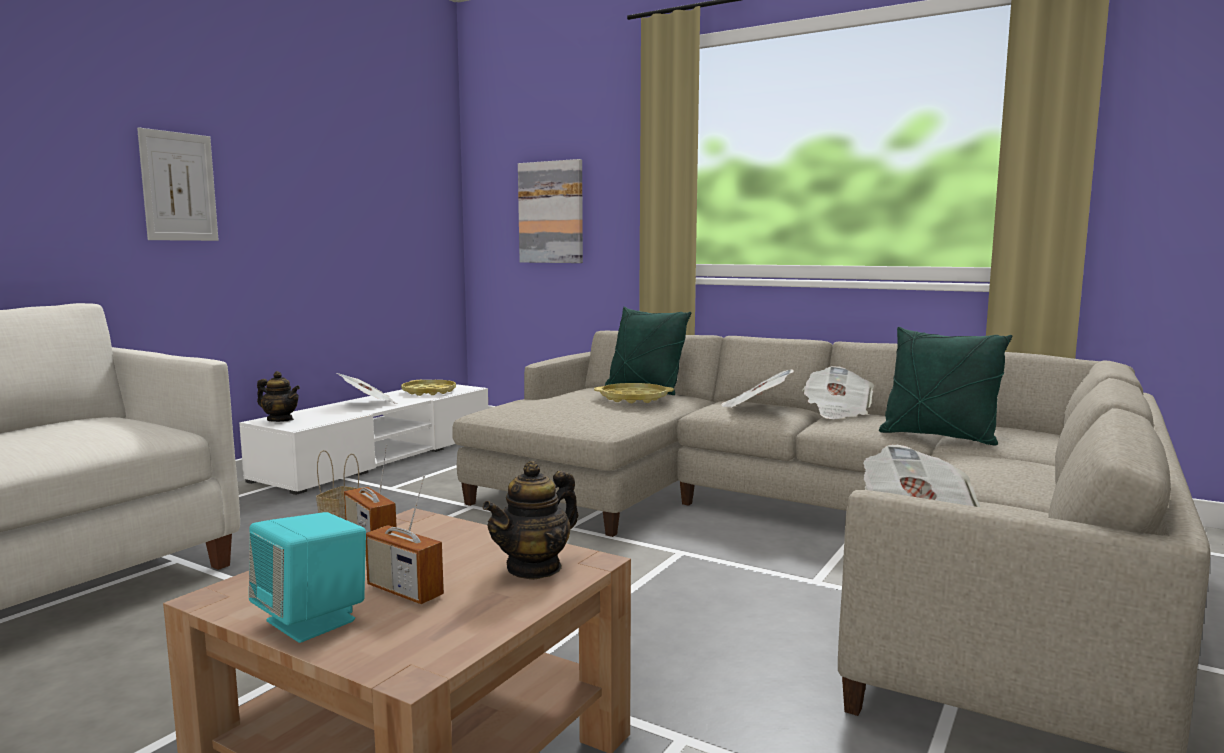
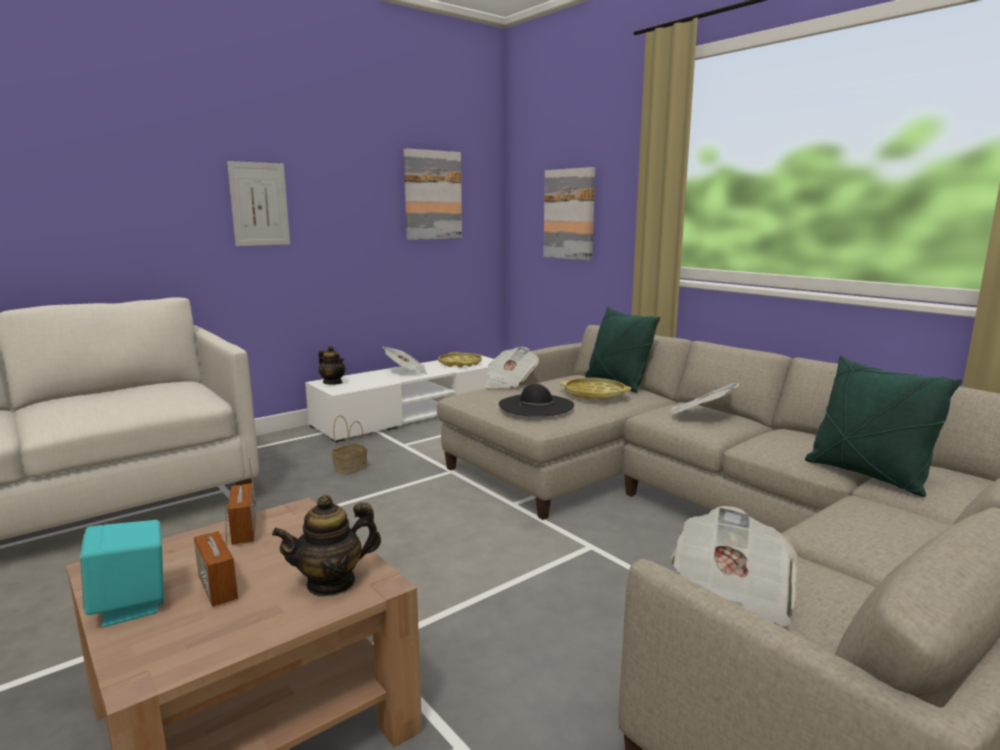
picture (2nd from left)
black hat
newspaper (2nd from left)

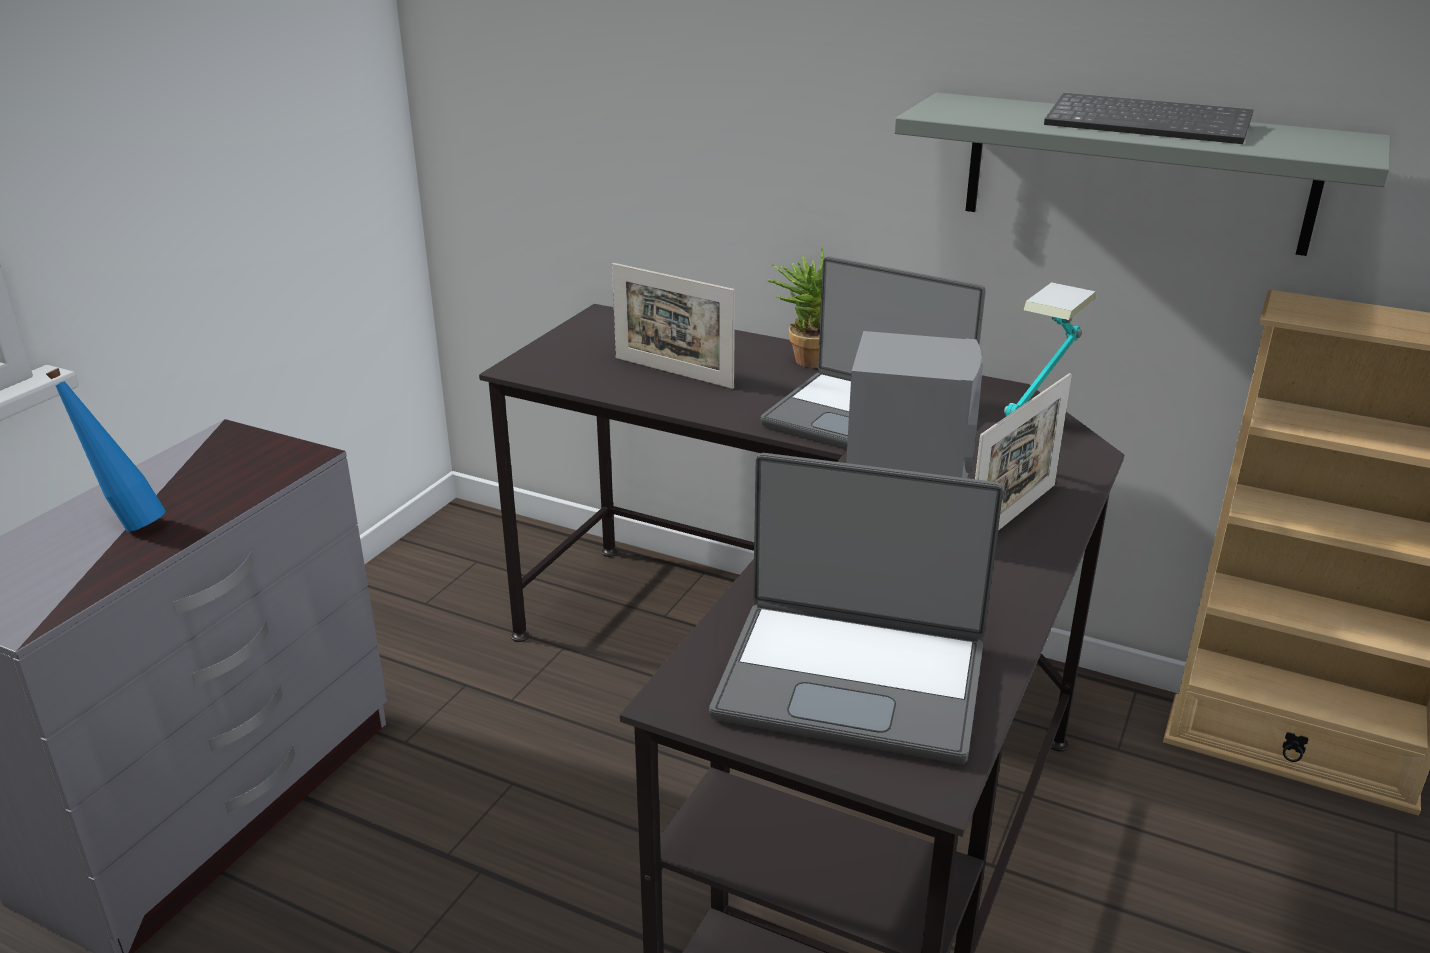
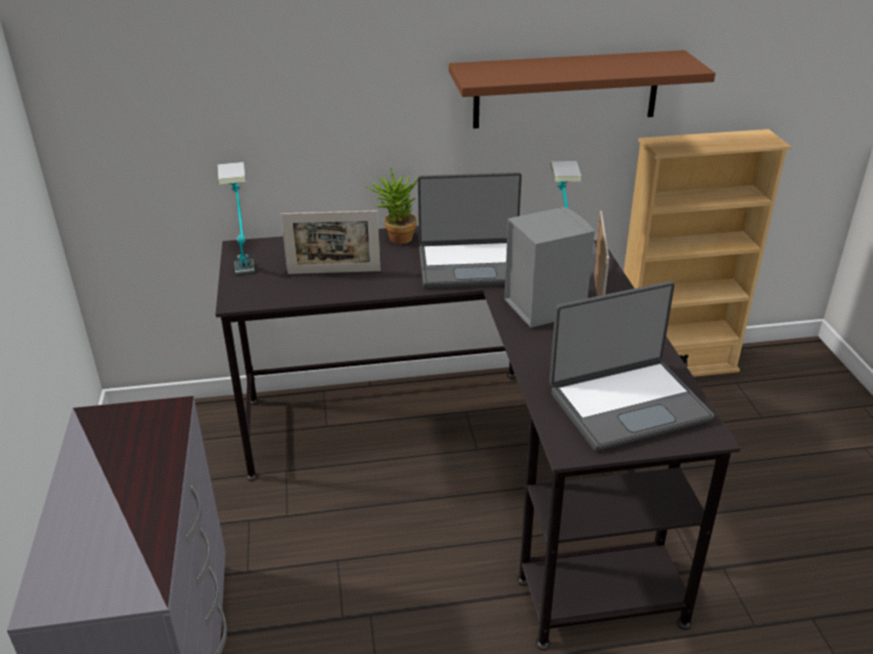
blue bottle
keyboard
table lamp (1st from left)
brown shelf

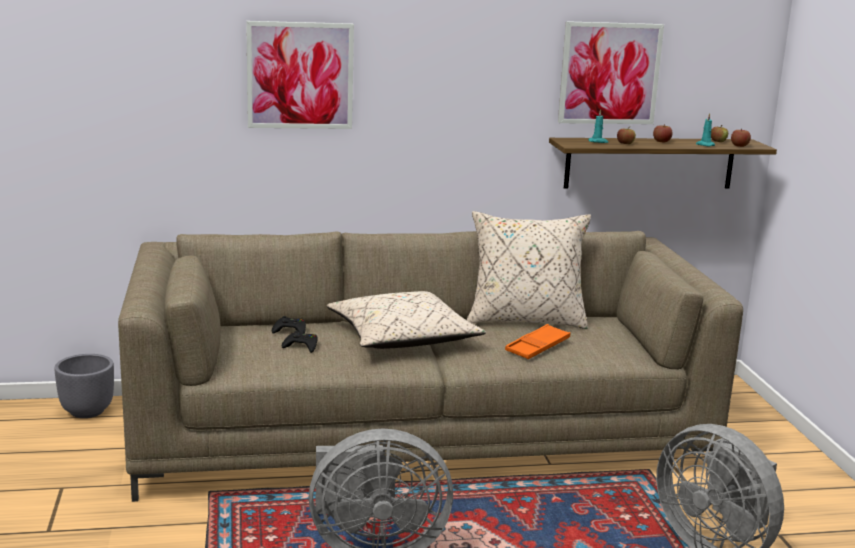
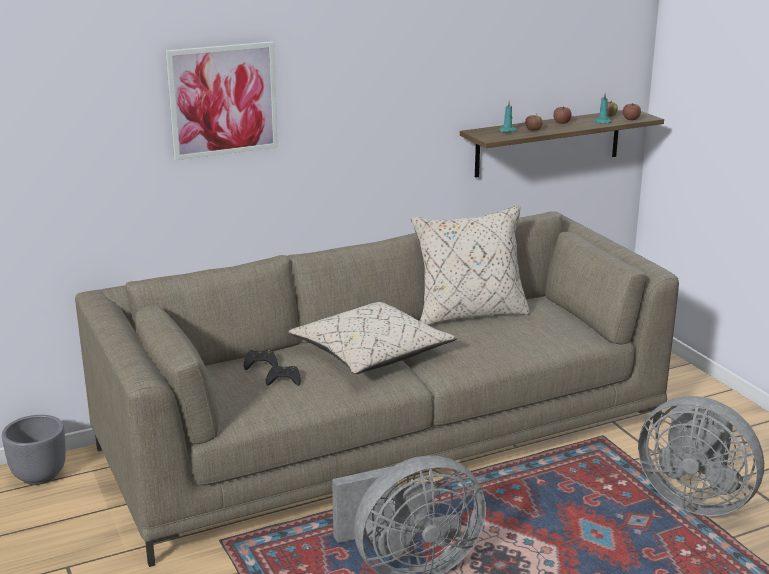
orange tray
picture (2nd from left in the first image)

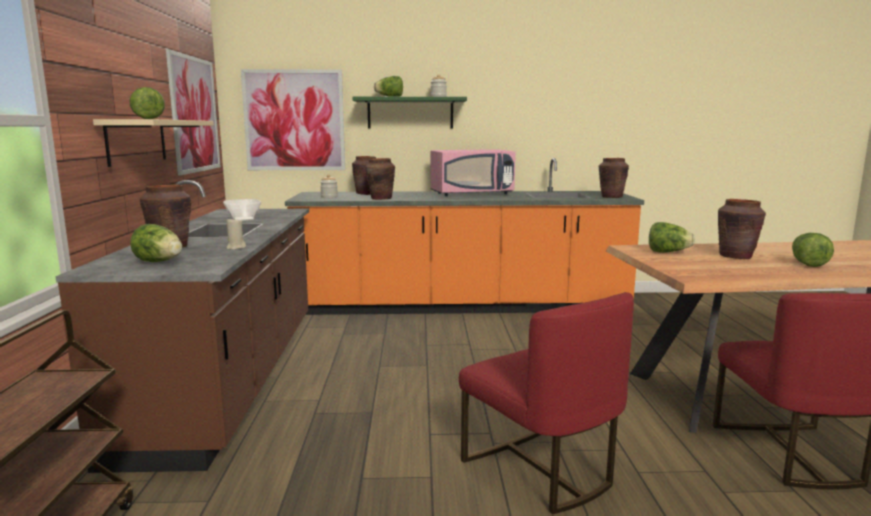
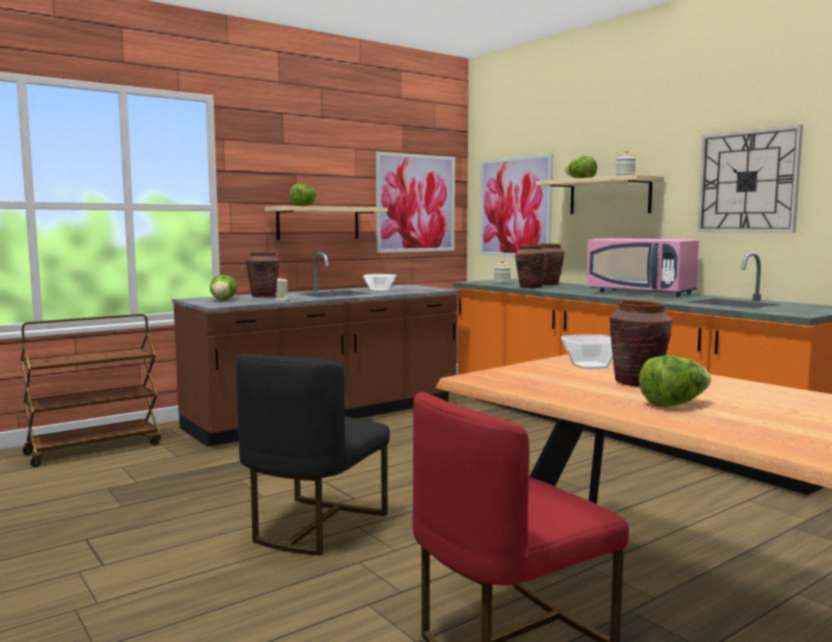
brown vase (4th from left in the first image)
wall clock
bowl (2nd from left)
beige shelf (2nd from left)
black chair

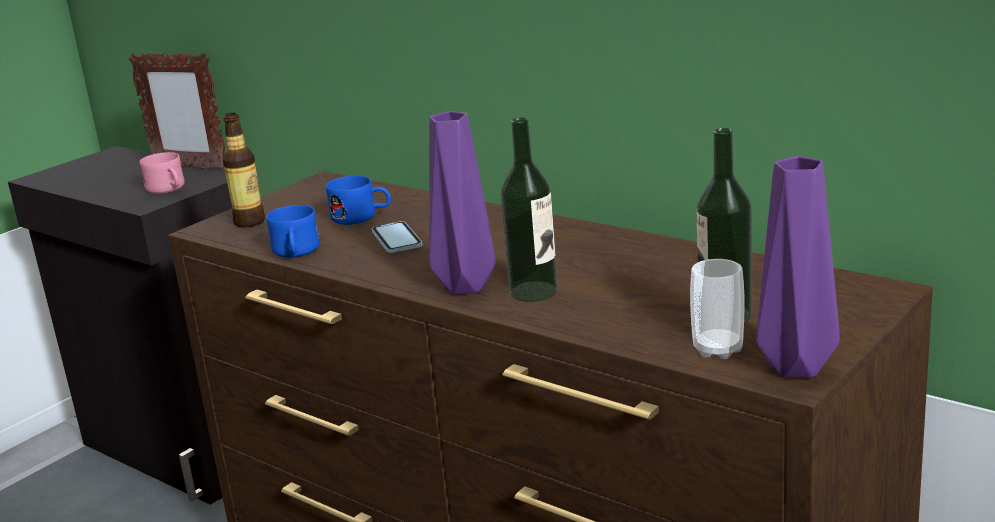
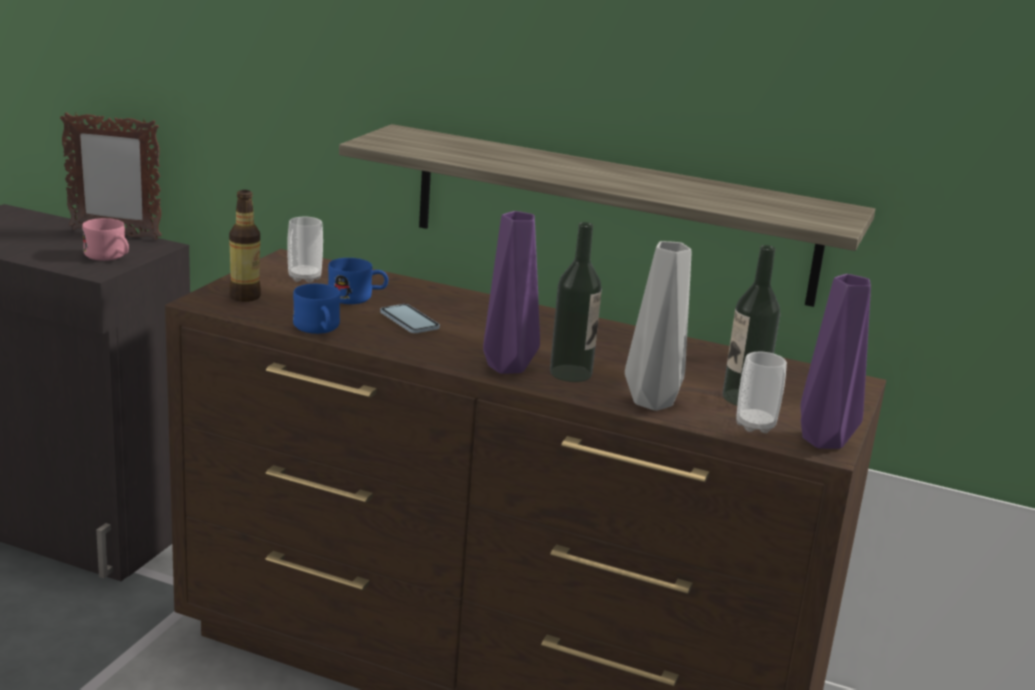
cup (1st from left)
shelf
grey vase

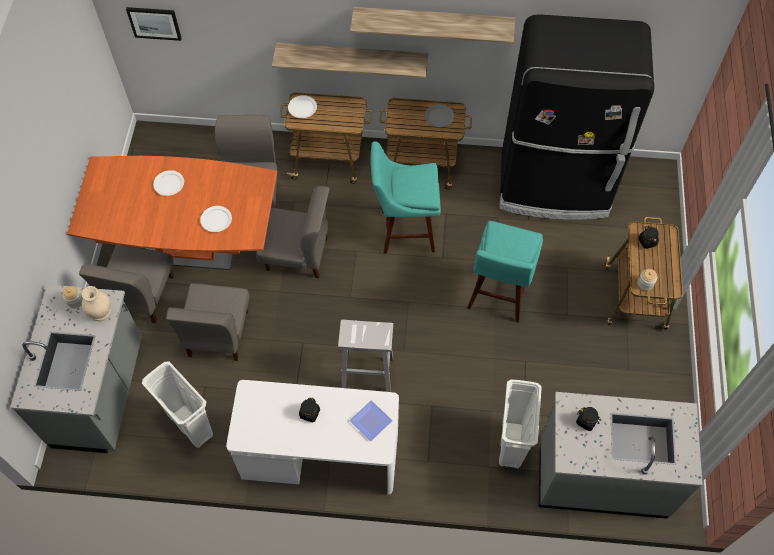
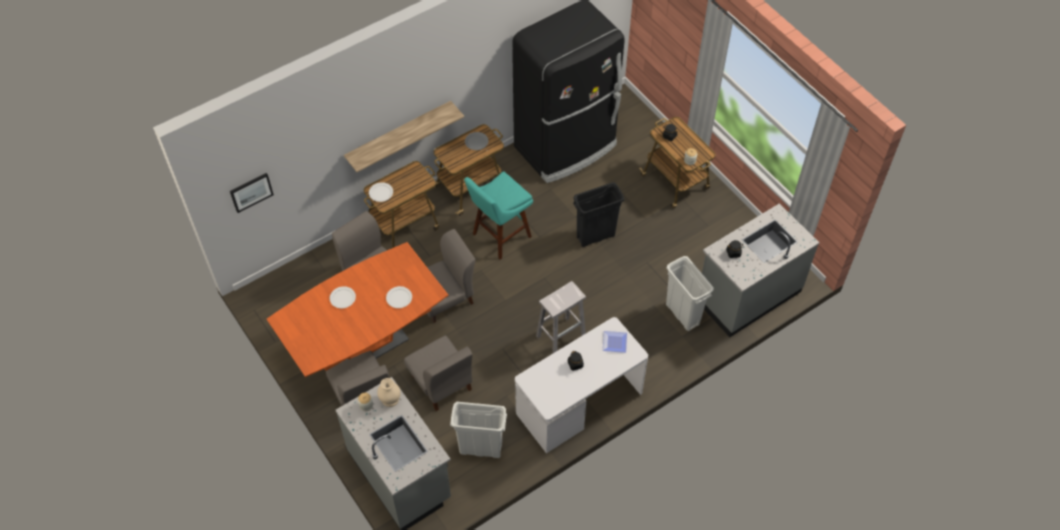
shelf (2nd from left in the first image)
black trash can

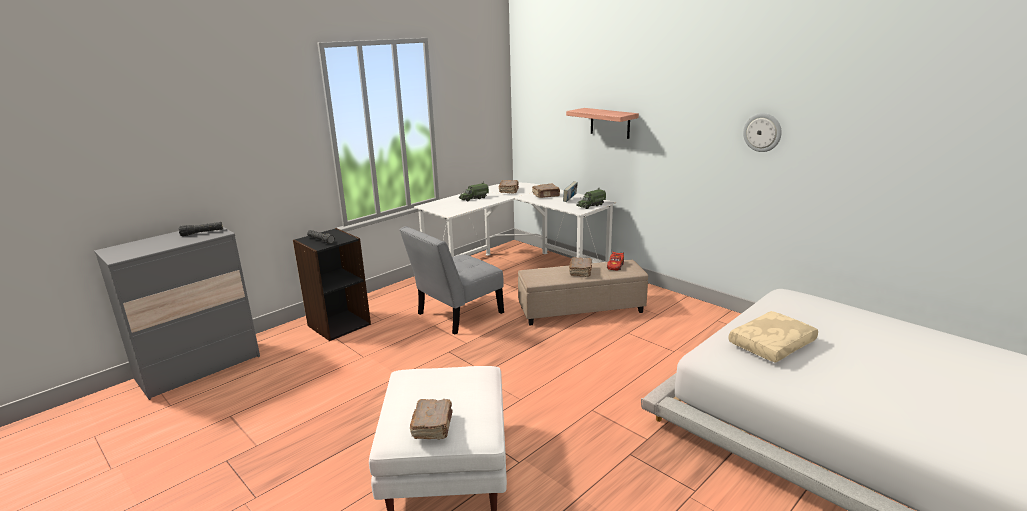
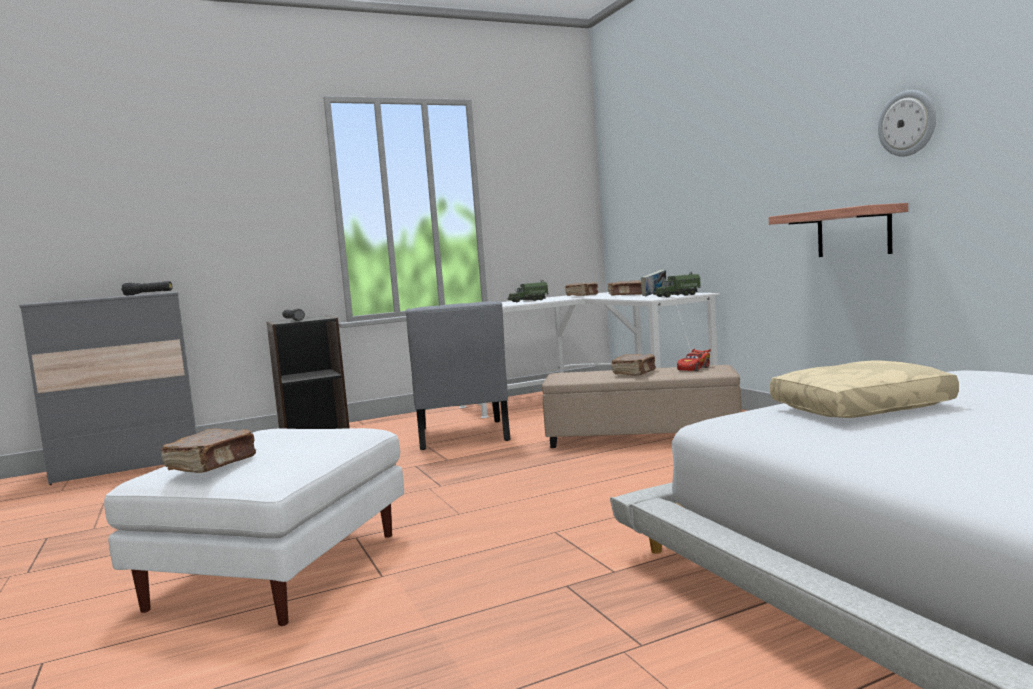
shelf
grey chair

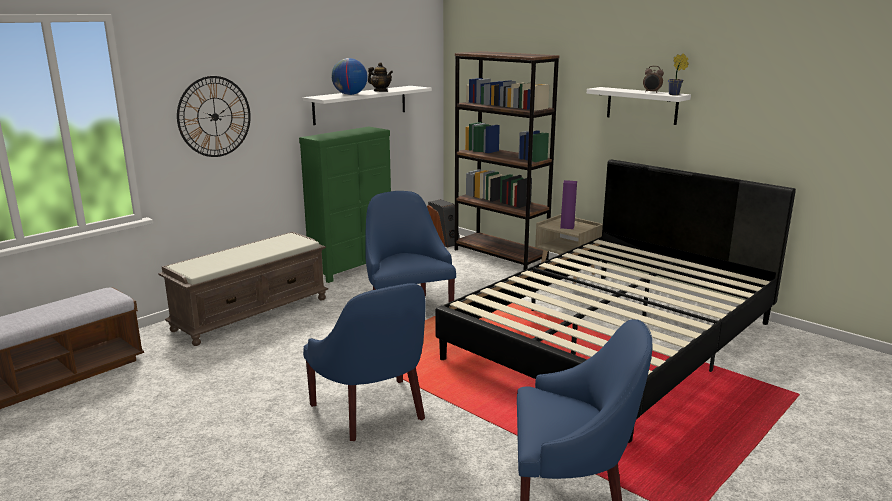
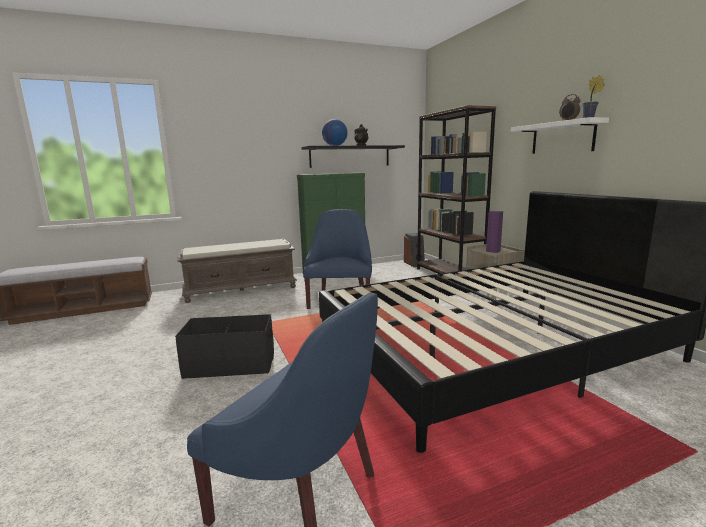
wall clock
black storage box
black shelf

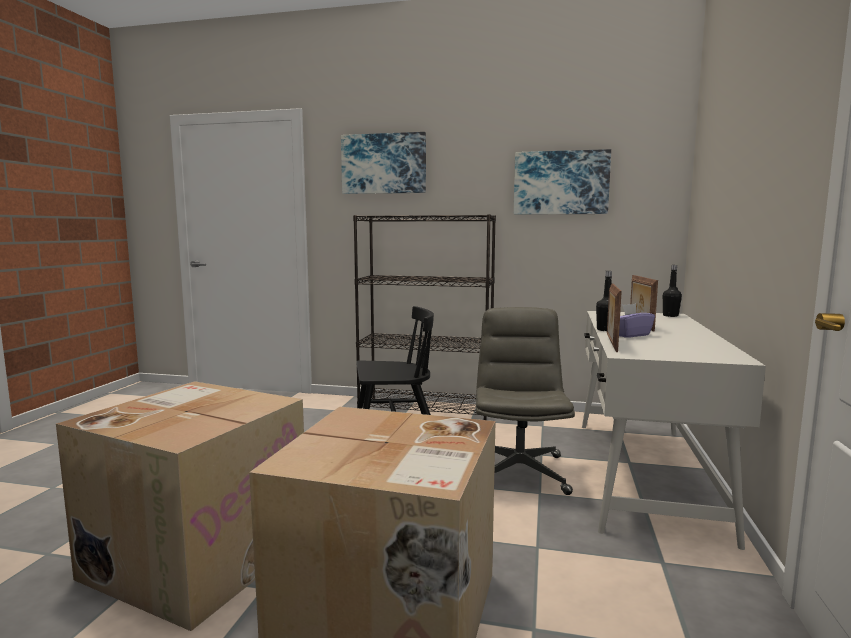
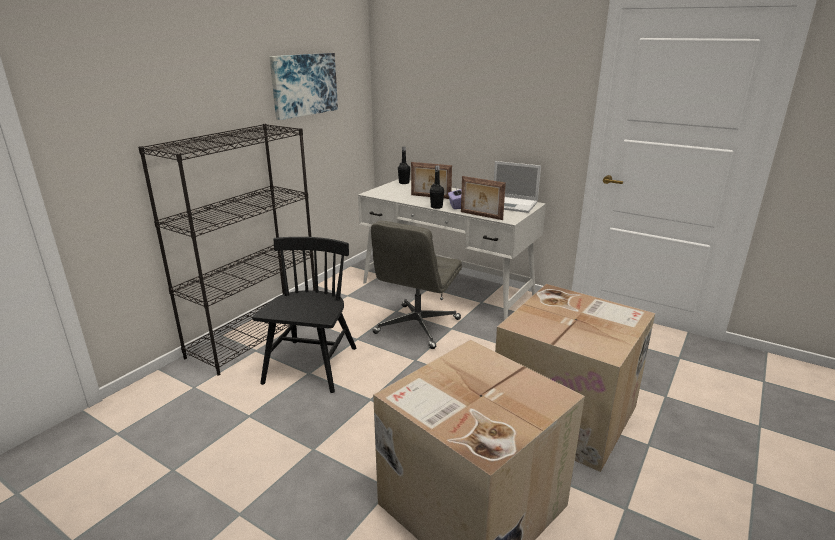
picture (1st from left in the first image)
laptop
grey office chair

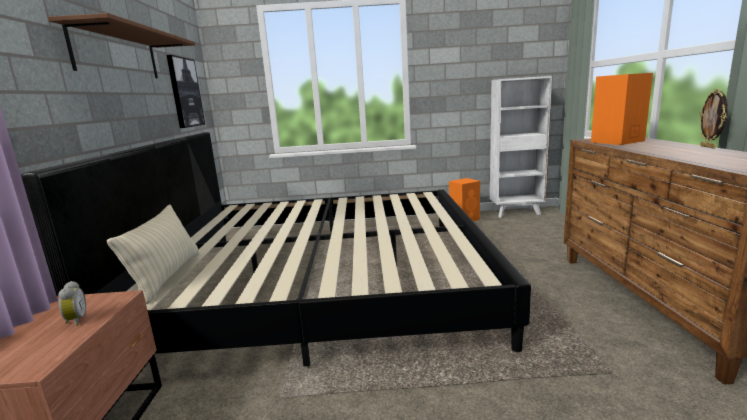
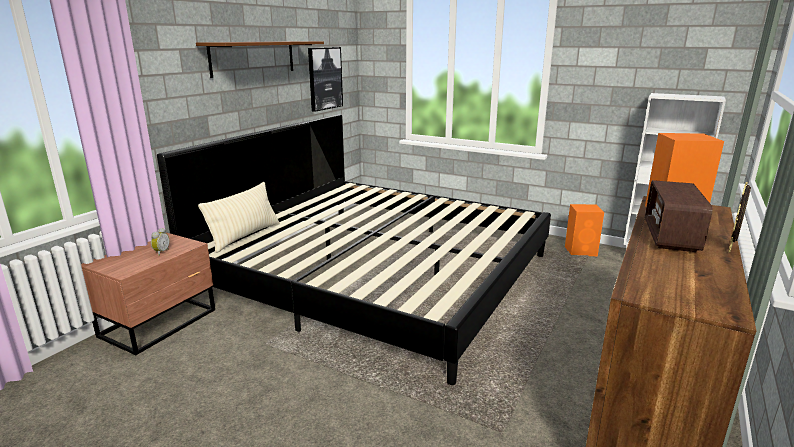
radio

